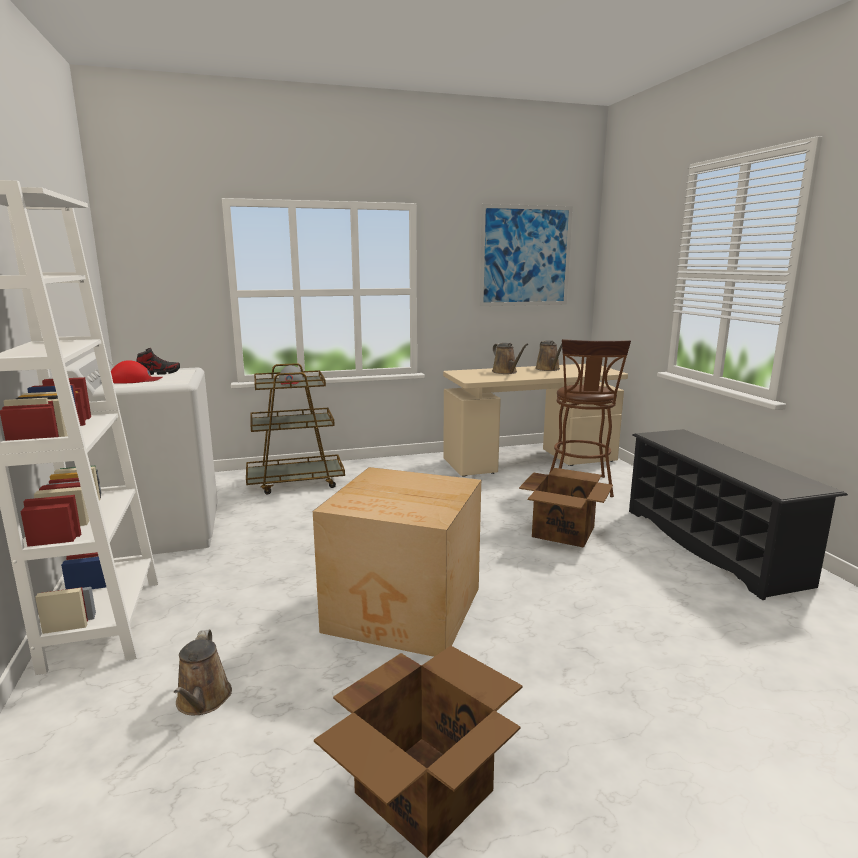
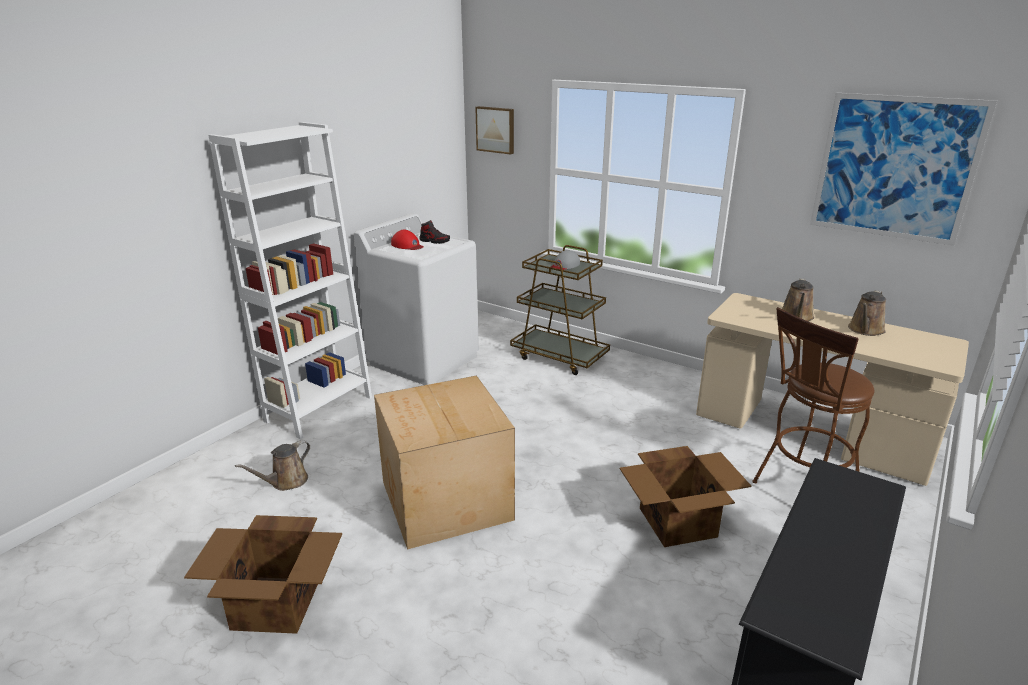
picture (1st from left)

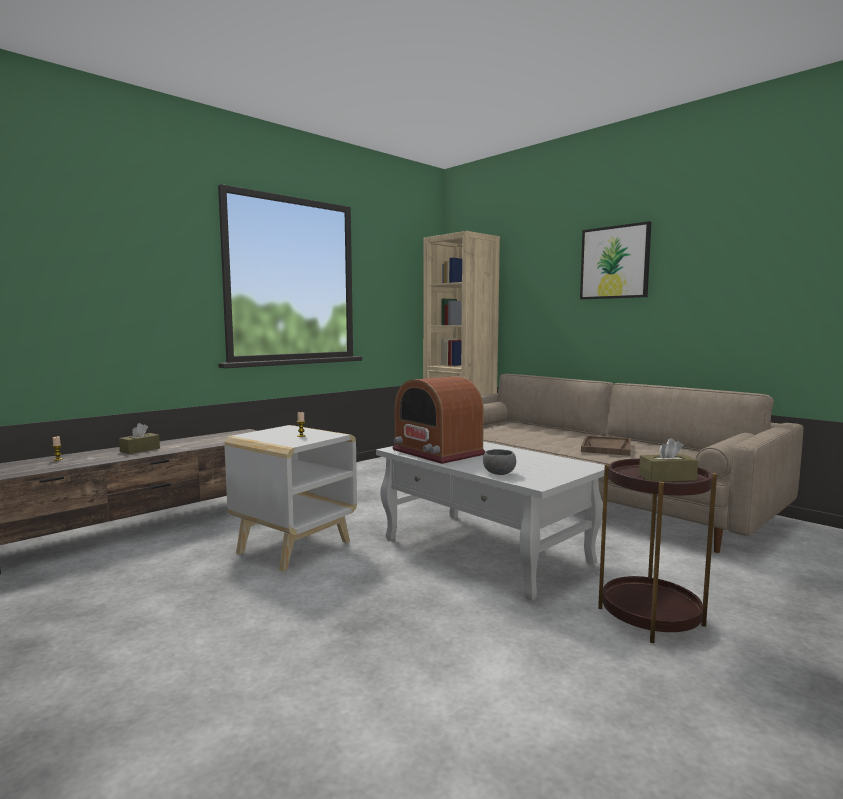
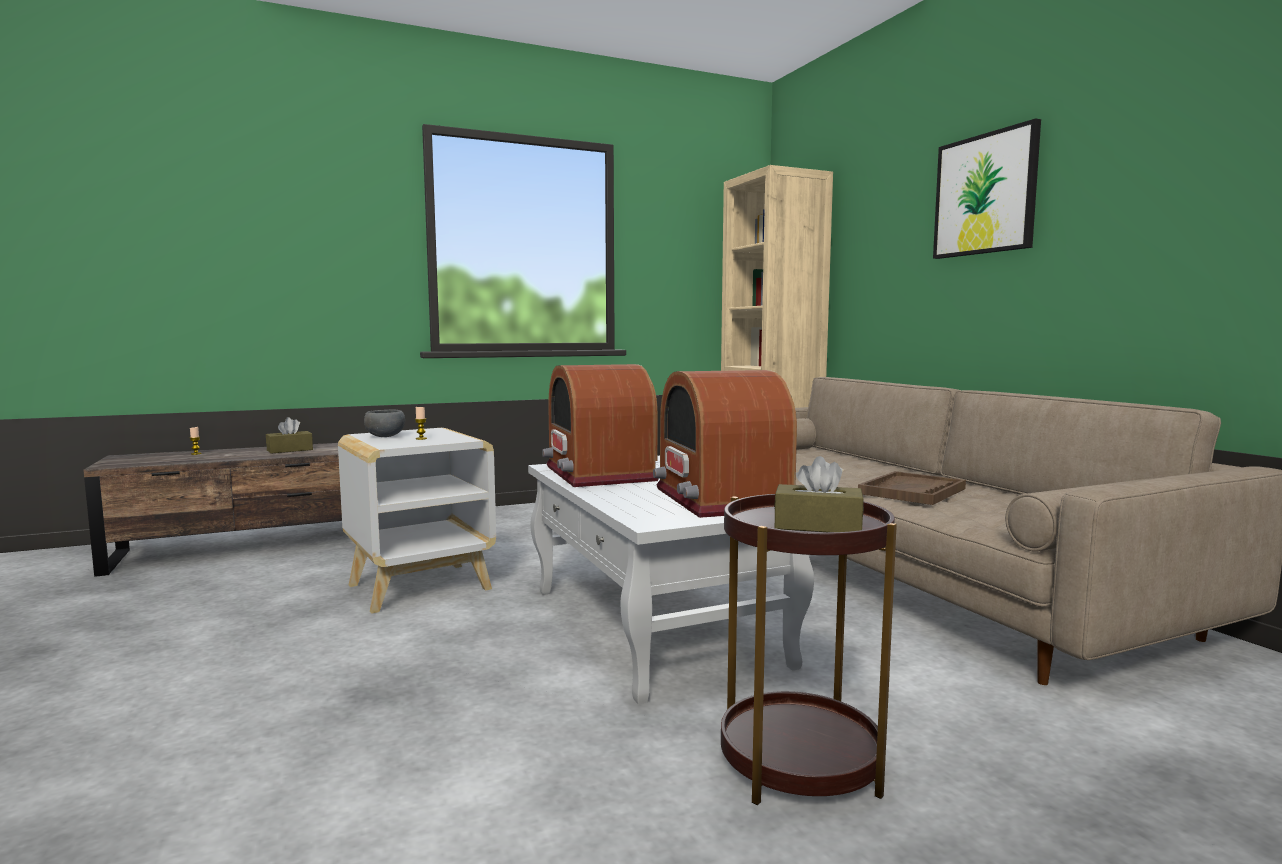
radio (2nd from left)
grey bowl

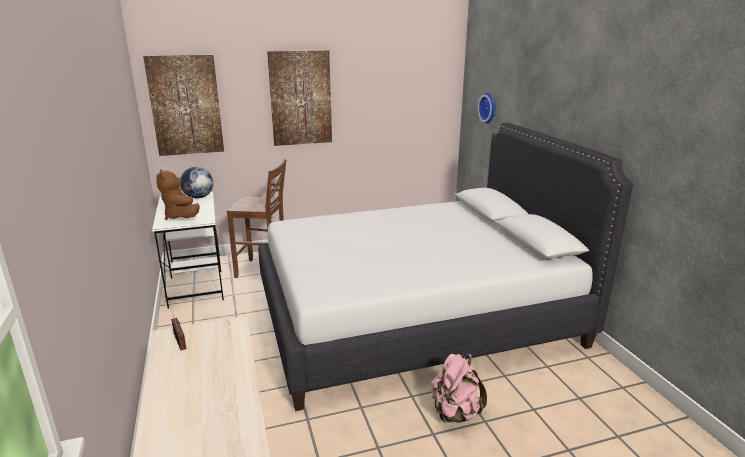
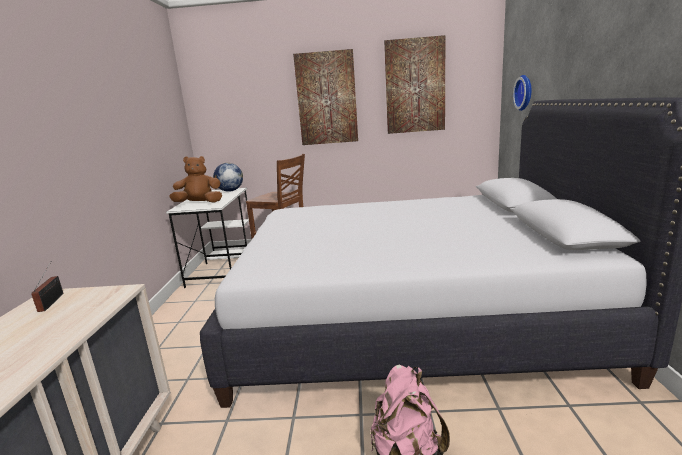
picture (2nd from left)
brown plush toy

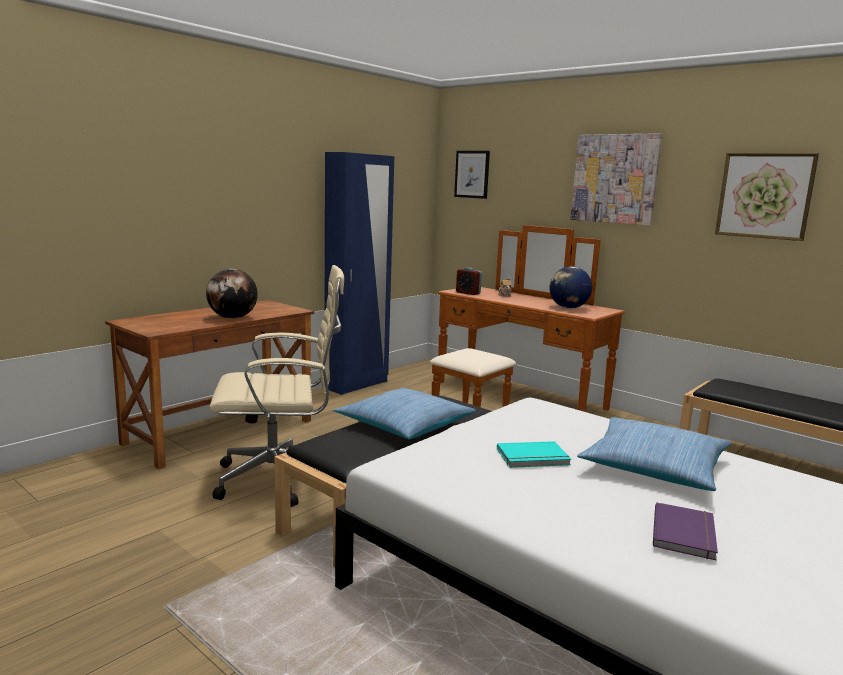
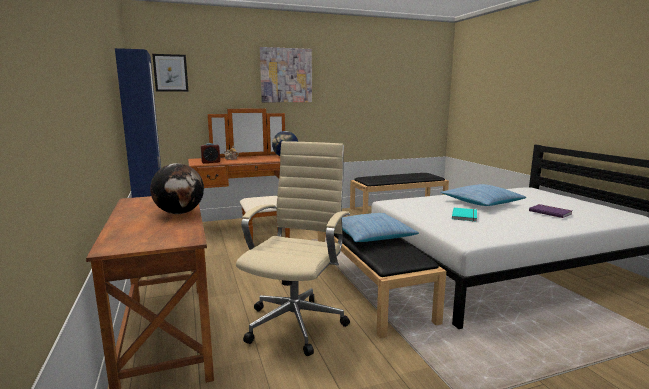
picture (3rd from left in the first image)

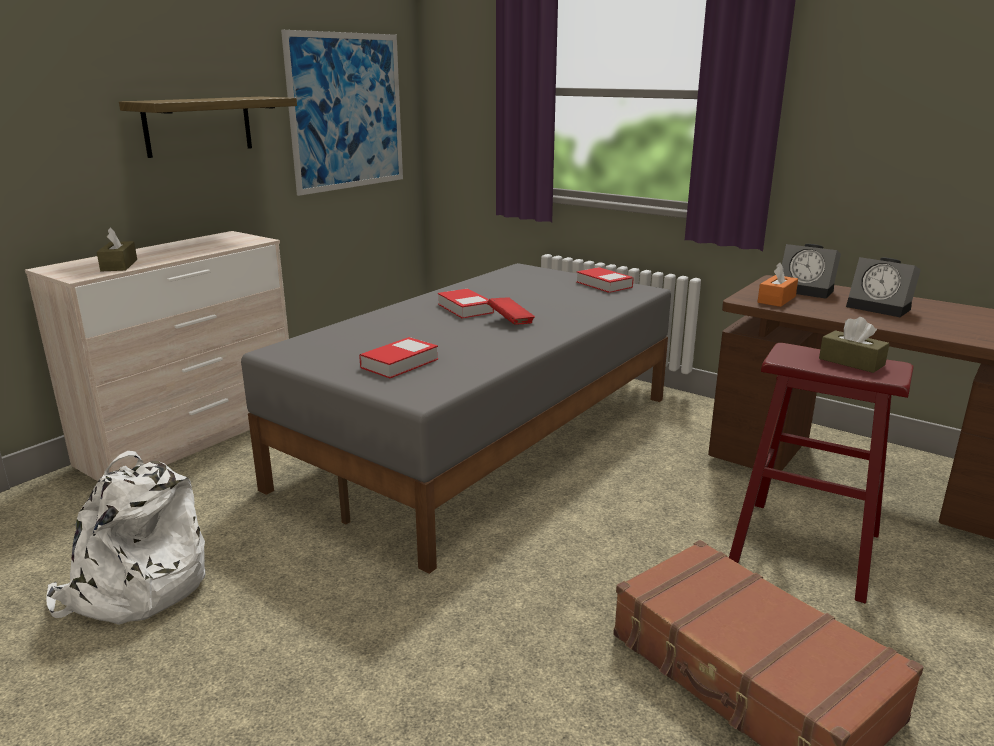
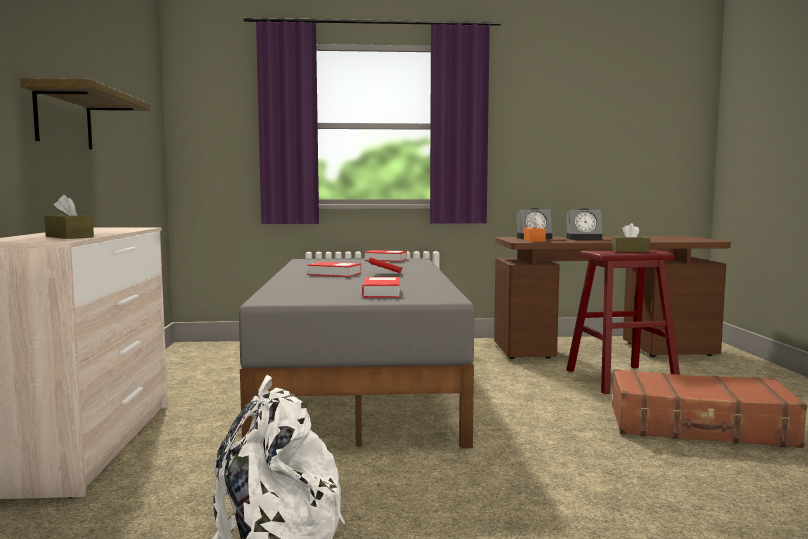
picture

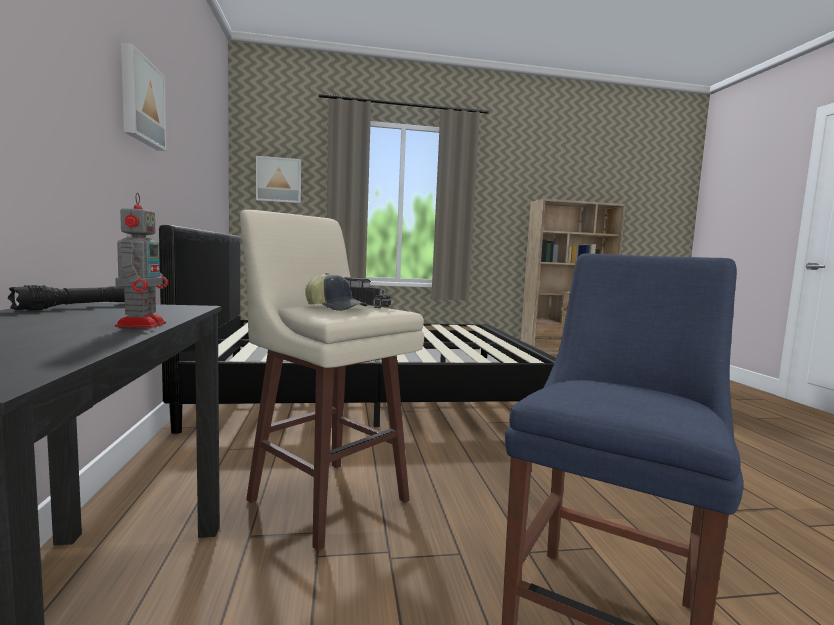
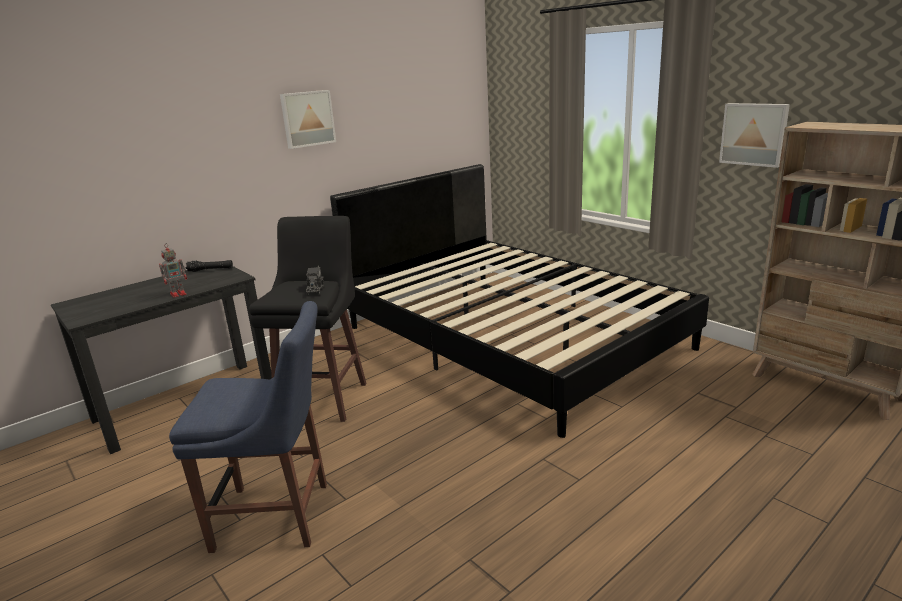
cap
picture (2nd from left)
black stool

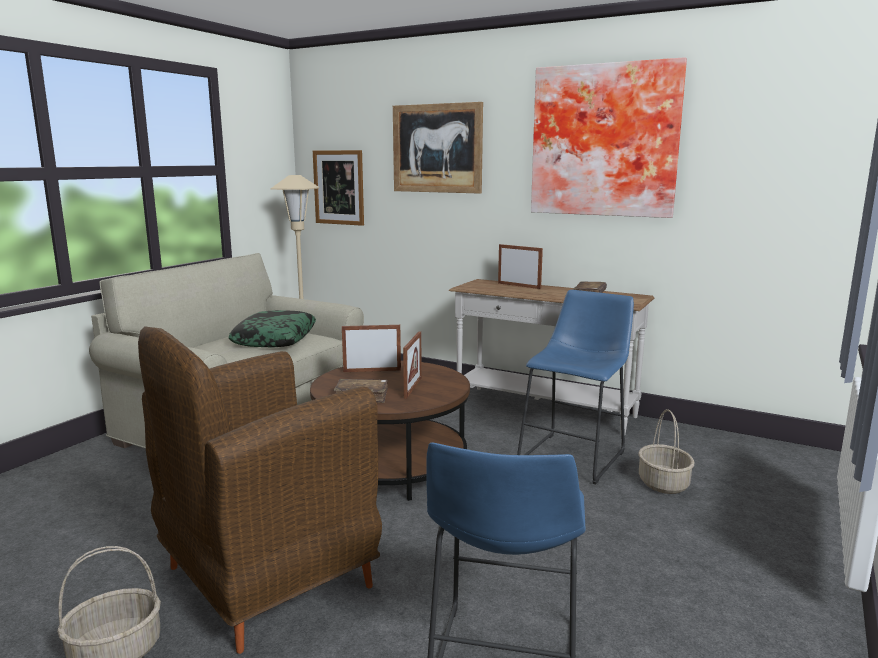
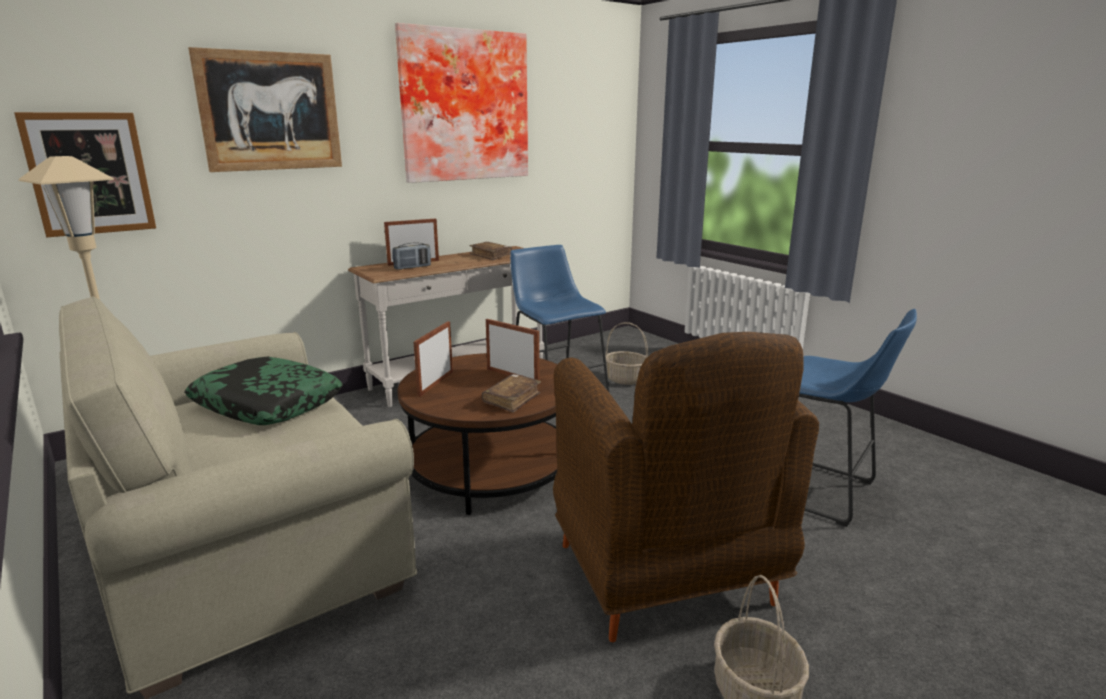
radio

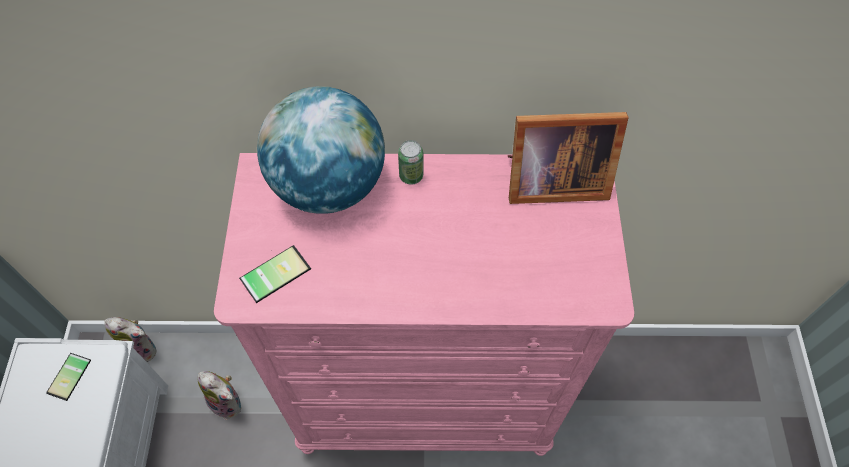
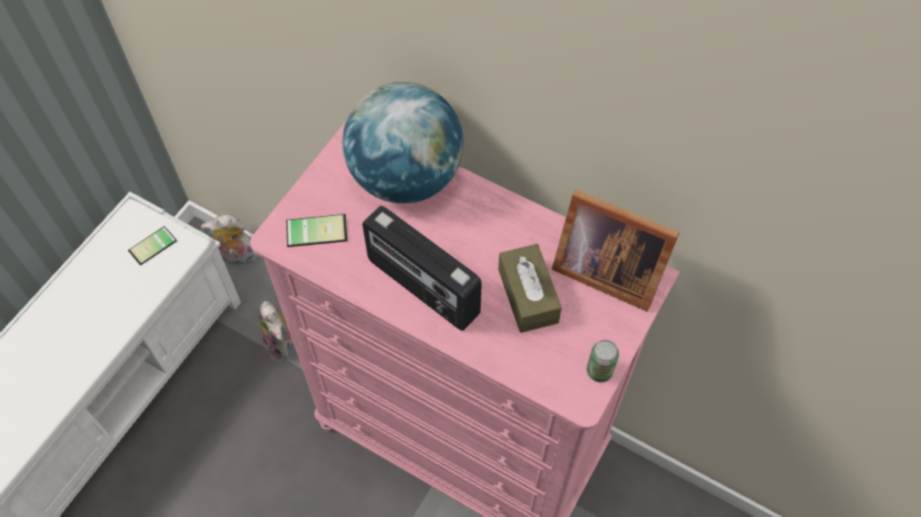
radio
brown tissue box
can
plush toy (1st from left)

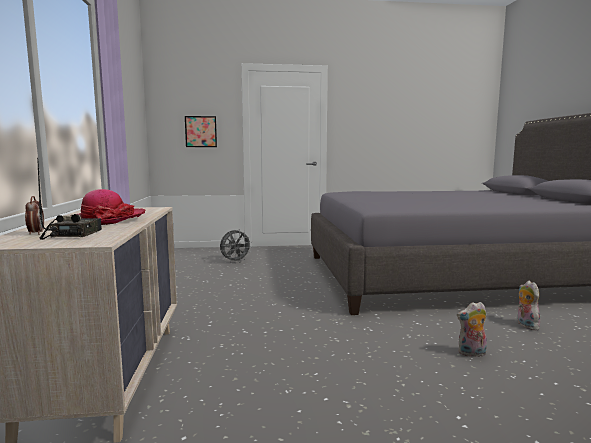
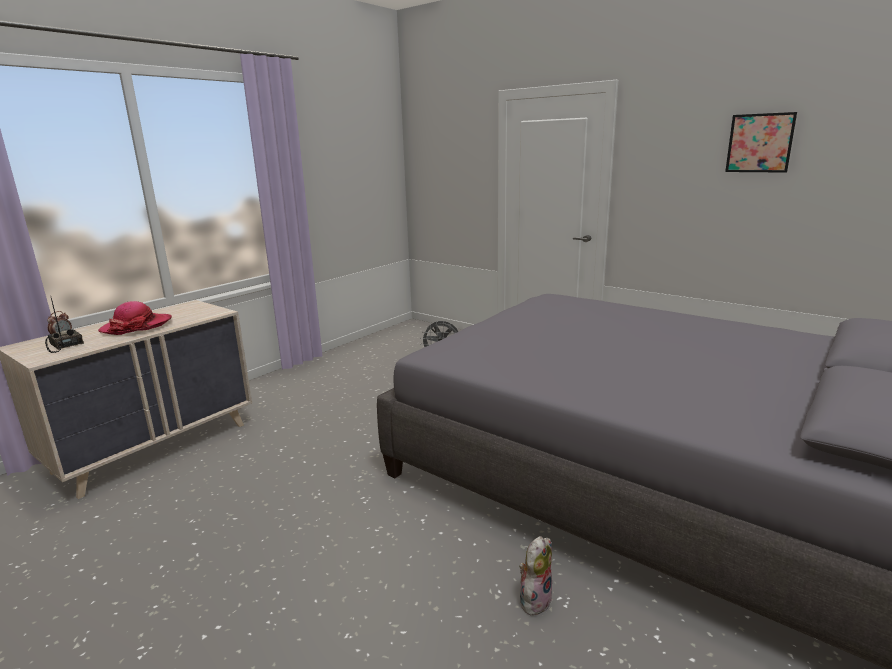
plush toy (1st from left in the first image)
picture
radio

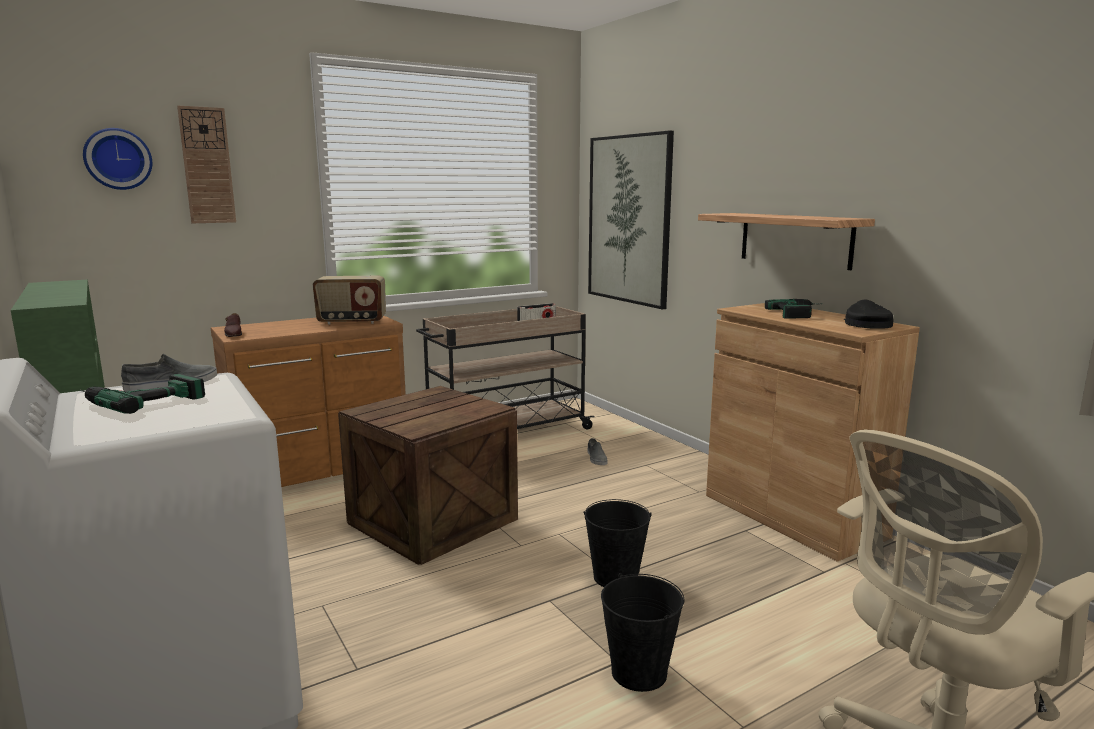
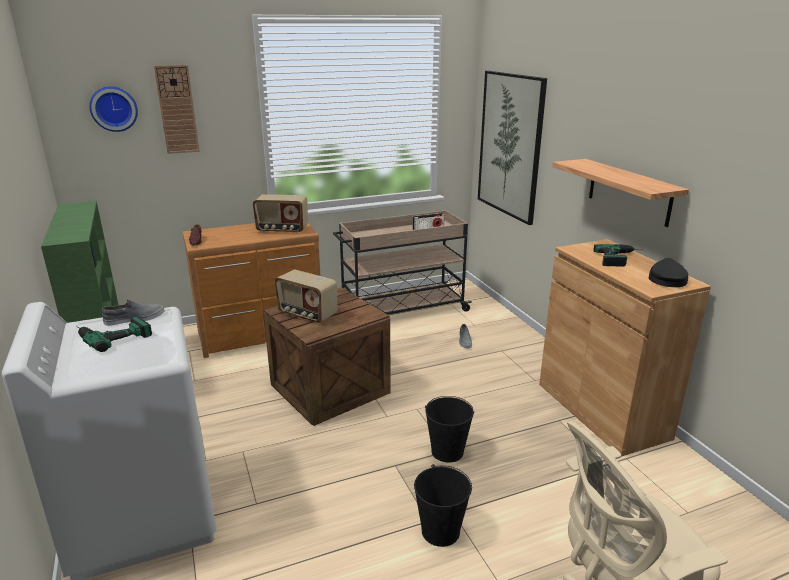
radio (2nd from left)

